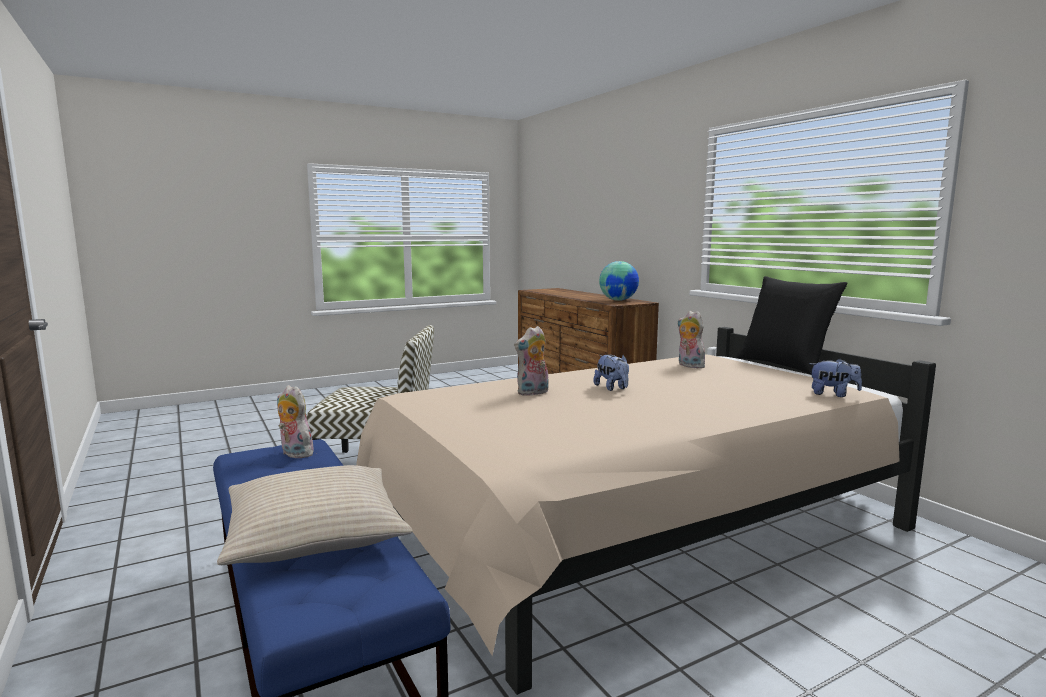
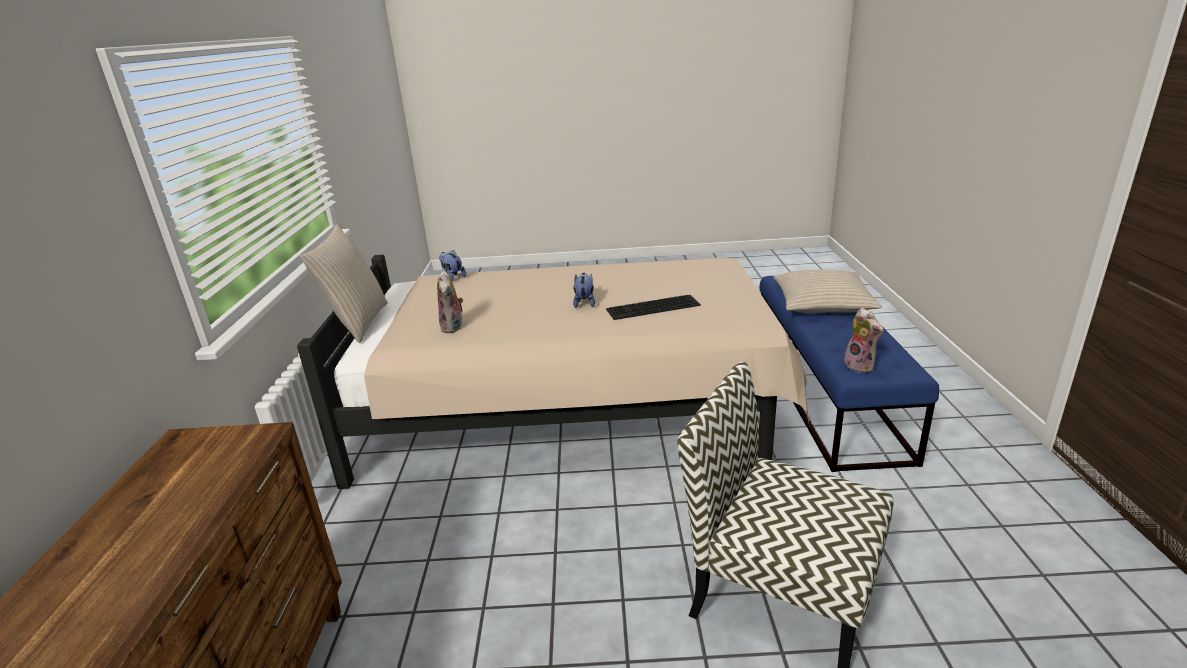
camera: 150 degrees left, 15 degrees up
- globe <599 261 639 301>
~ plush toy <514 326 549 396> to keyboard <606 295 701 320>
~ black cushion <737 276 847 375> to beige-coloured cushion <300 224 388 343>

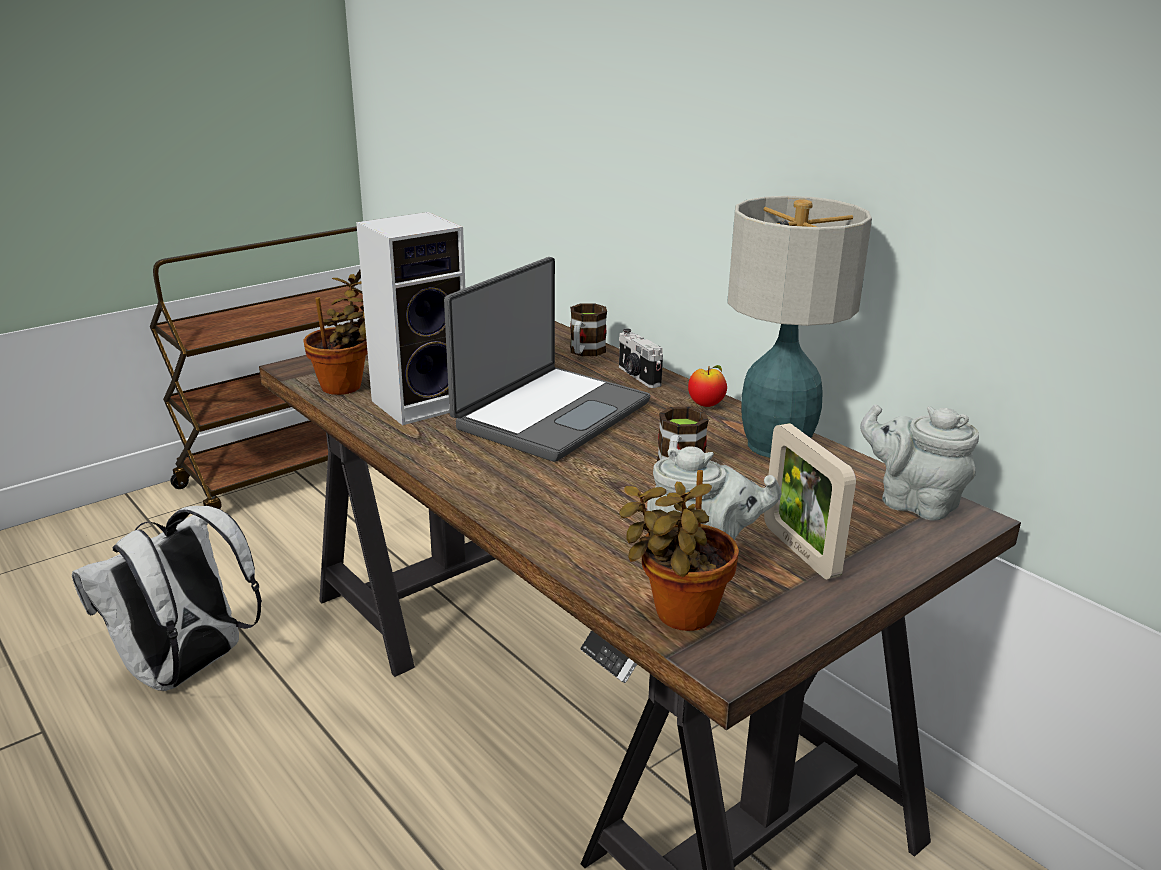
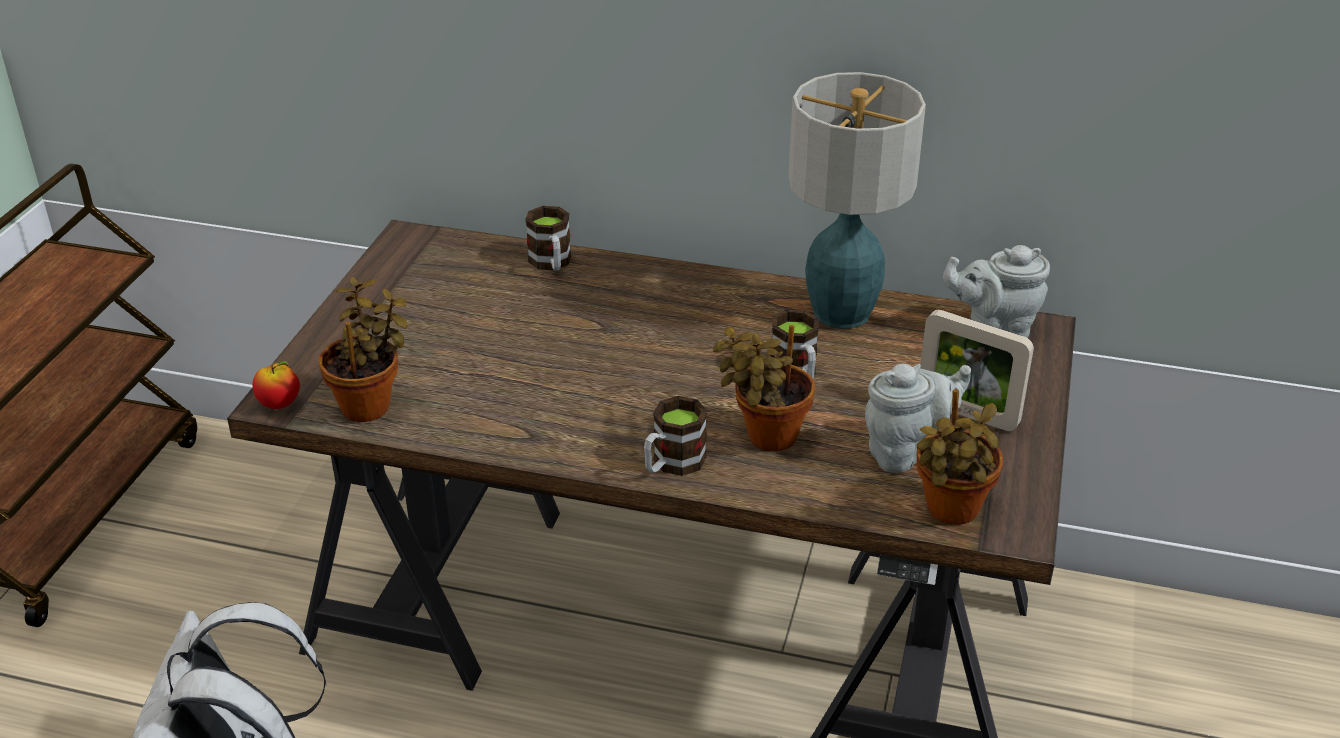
camera: 35 degrees left, 10 degrees up
- loudspeaker <356 212 465 425>
- notebook computer <444 257 650 462>
- photo camera <619 328 663 388>
+ mug <644 396 707 476>
+ plant in a pot <713 325 815 452>
~ apple <688 365 727 407> to <252 361 300 409>

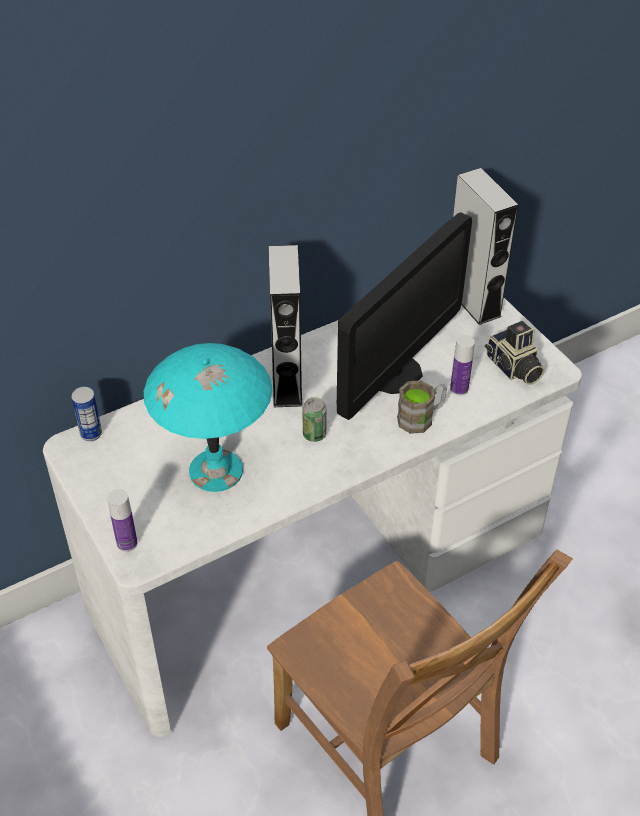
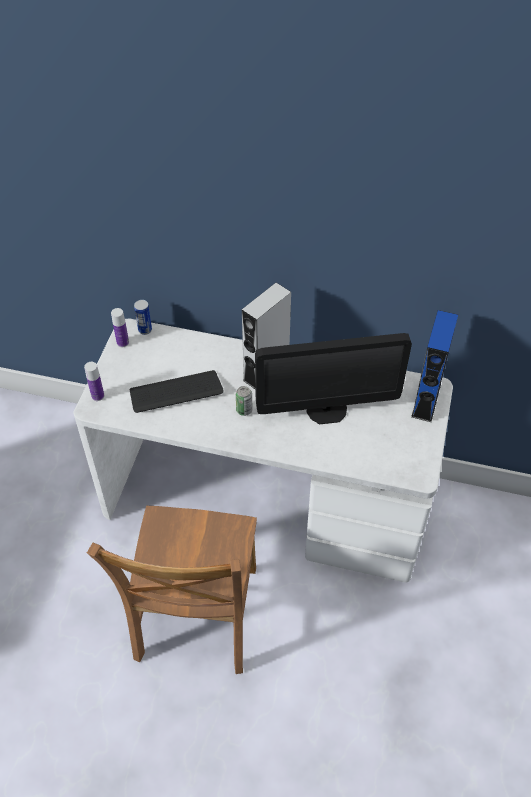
camera: 45 degrees right, 5 degrees up
- brown mug <397 380 447 434>
- photo camera <485 321 545 385>
~ bottle <450 335 475 396> to <111 308 129 347>
~ blue-green tabletop lamp <144 343 272 492> to keyboard <130 370 224 413>
~ grey loudspeaker <453 168 518 325> to blue-coloured loudspeaker <411 310 458 422>

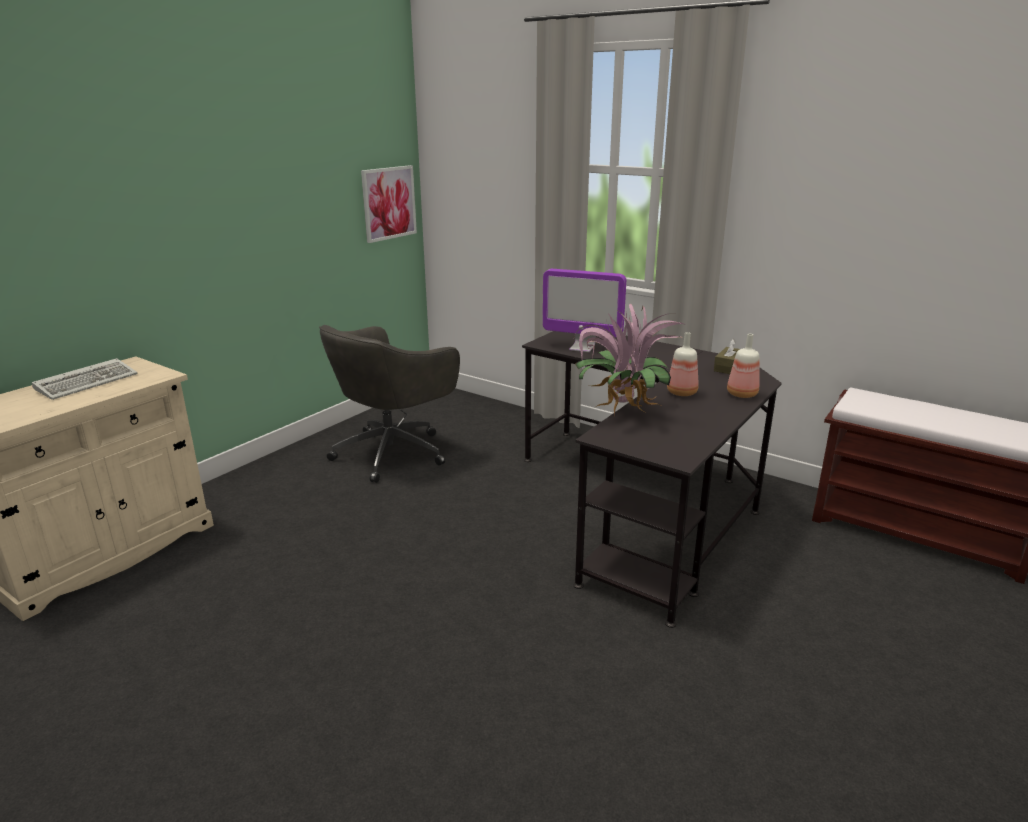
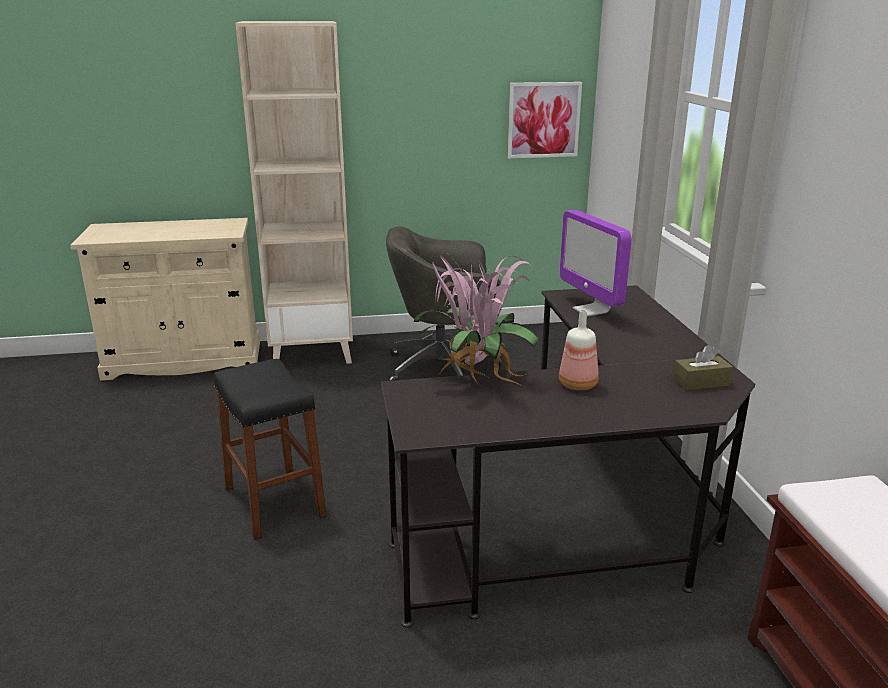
camera: 45 degrees right, 0 degrees up
- keyboard <32 358 137 400>
- bottle <727 334 759 398>
+ black sitting stool <214 359 326 540>
+ beige-coloured shelving unit <235 21 353 364>

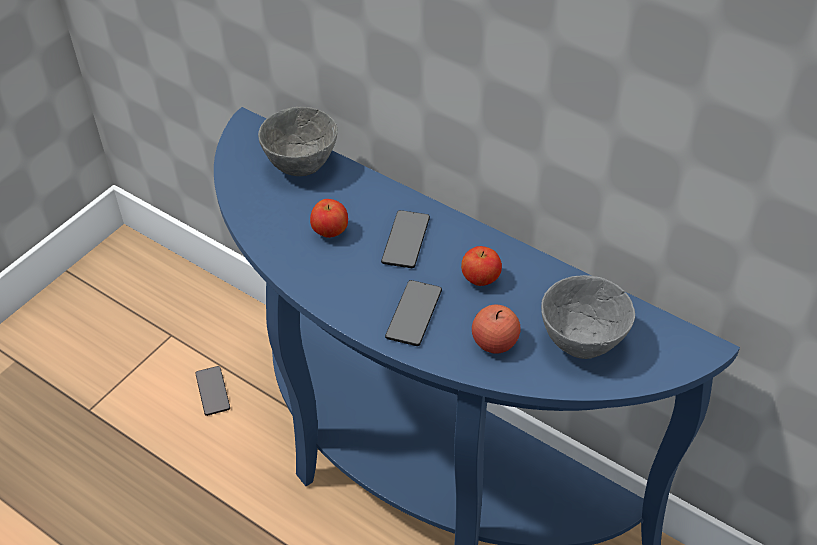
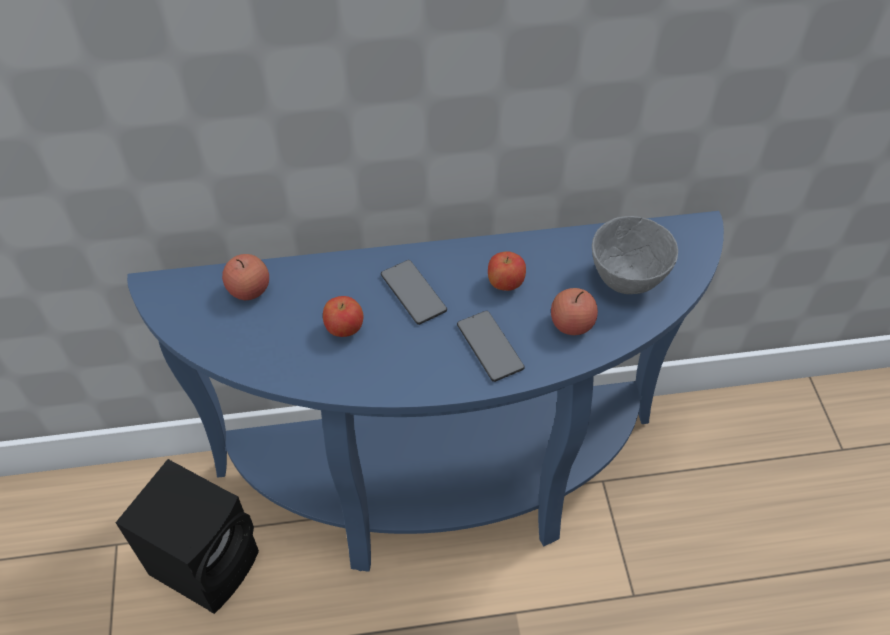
camera: 45 degrees left, 5 degrees up
~ handset <195 366 230 416> to black loudspeaker <116 459 259 614>
~ grey bowl <258 107 338 176> to apple <222 254 269 300>

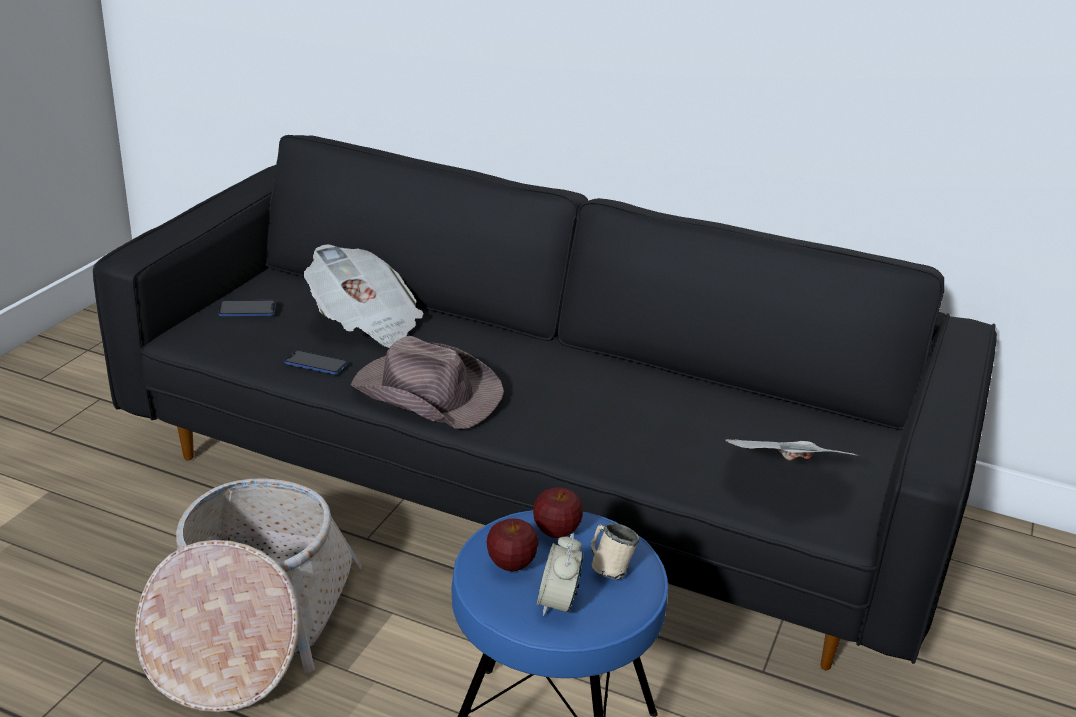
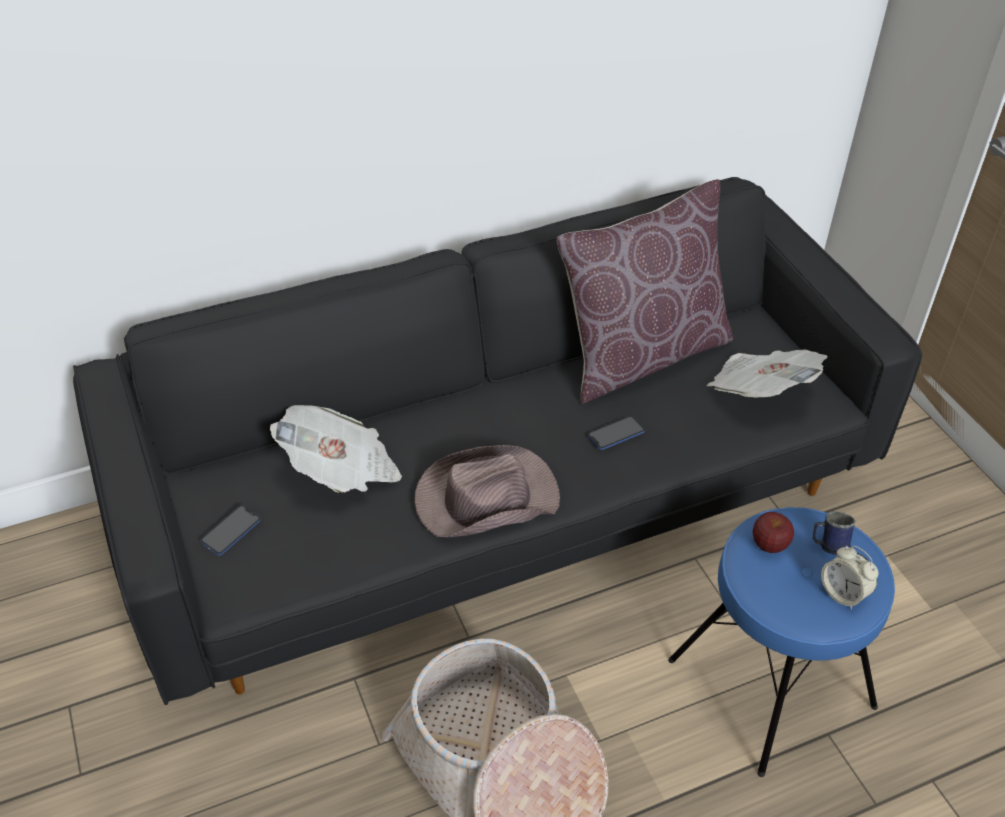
camera: 45 degrees left, 15 degrees up
- apple <486 518 539 571>
+ brown cushion <557 179 733 404>
~ handset <284 350 348 374> to <588 416 645 450>
~ beige-coloured mug <591 523 640 580> to blue-coloured mug <813 512 855 555>

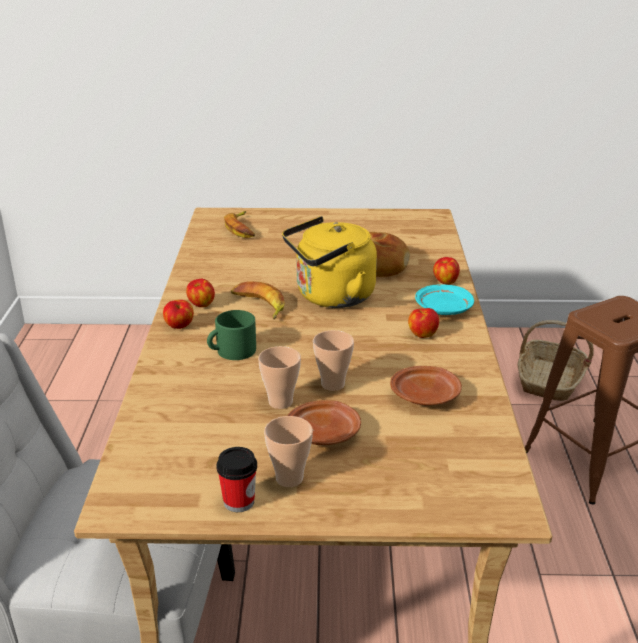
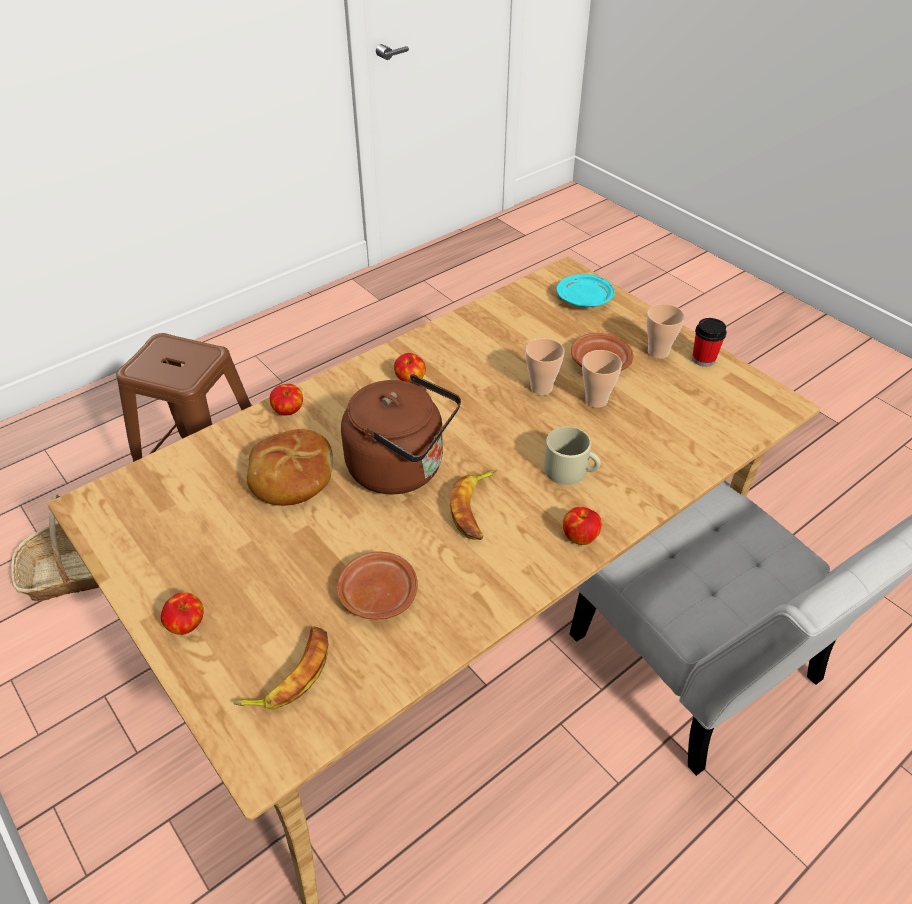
camera: 130 degrees left, 15 degrees up
~ apple <186 279 215 307> to <161 592 204 635>
~ brown plate <390 366 462 406> to <337 551 418 619>
~ blue-green plate <415 284 474 315> to <556 274 615 307>
~ green mug <207 310 256 360> to beige-coloured mug <544 427 601 485>
~ yellow-coloured water kettle <282 216 377 308> to brown water kettle <341 374 461 494>

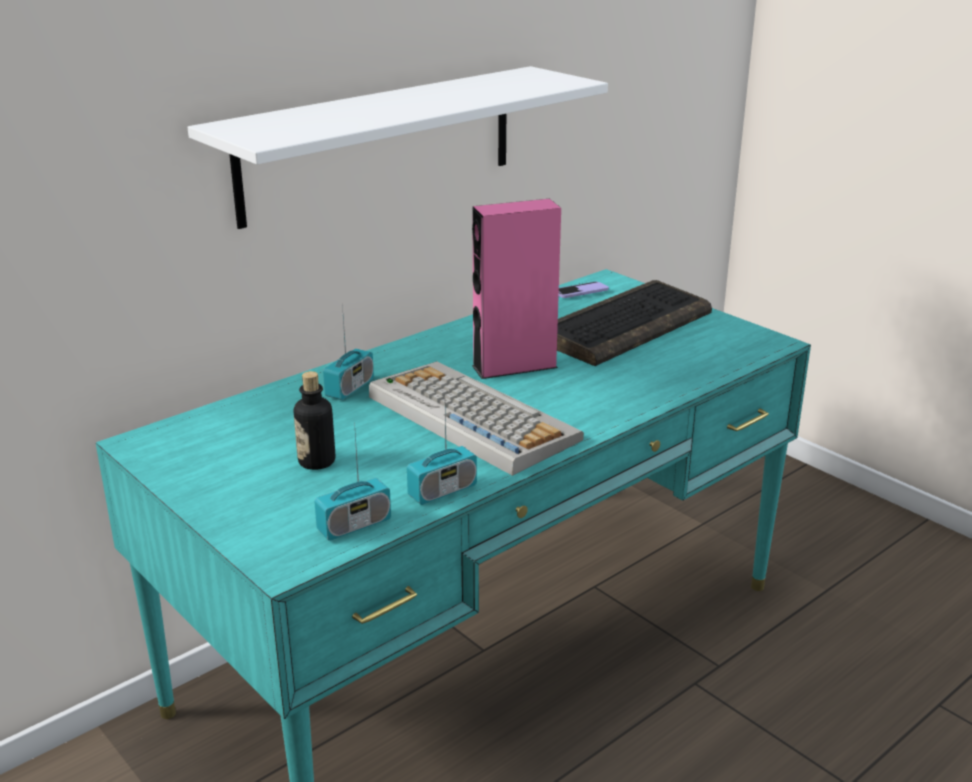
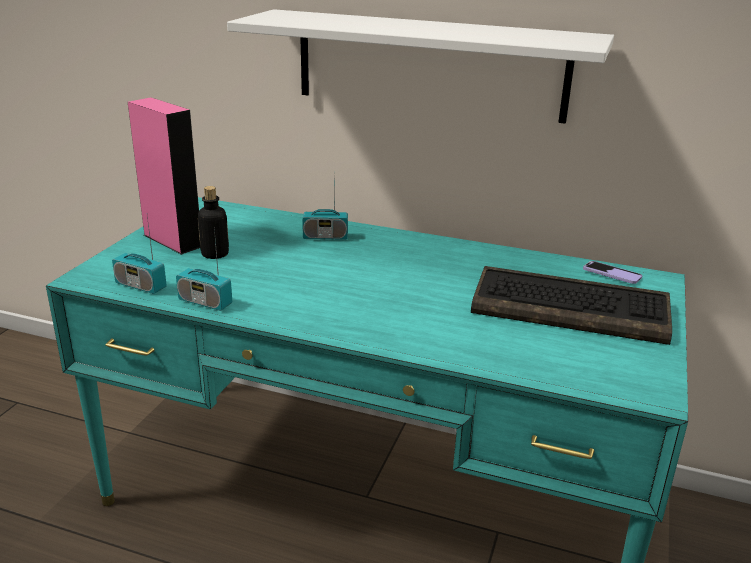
camera: 60 degrees right, 0 degrees up
- keyboard <369 361 584 476>
~ pink-coloured loudspeaker <472 199 561 379> to <128 98 200 255>

